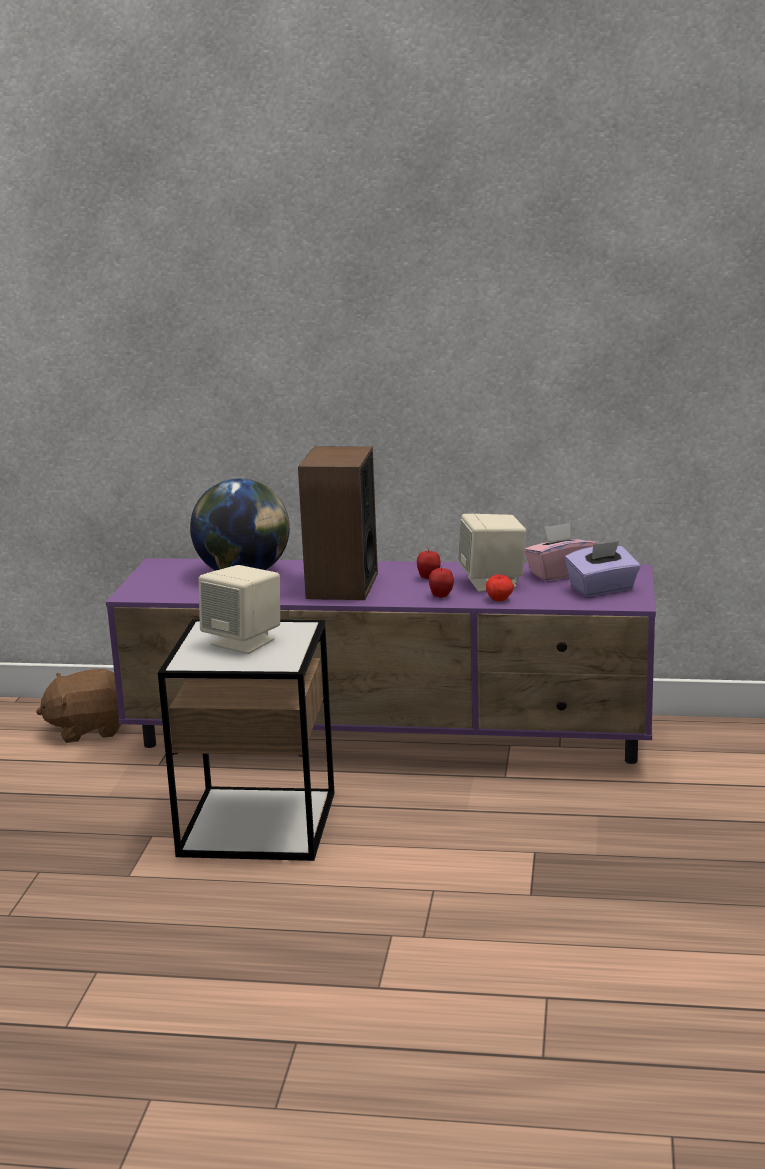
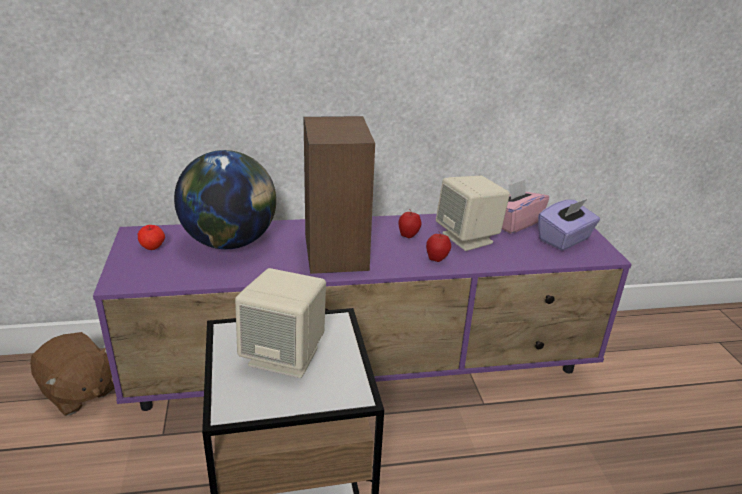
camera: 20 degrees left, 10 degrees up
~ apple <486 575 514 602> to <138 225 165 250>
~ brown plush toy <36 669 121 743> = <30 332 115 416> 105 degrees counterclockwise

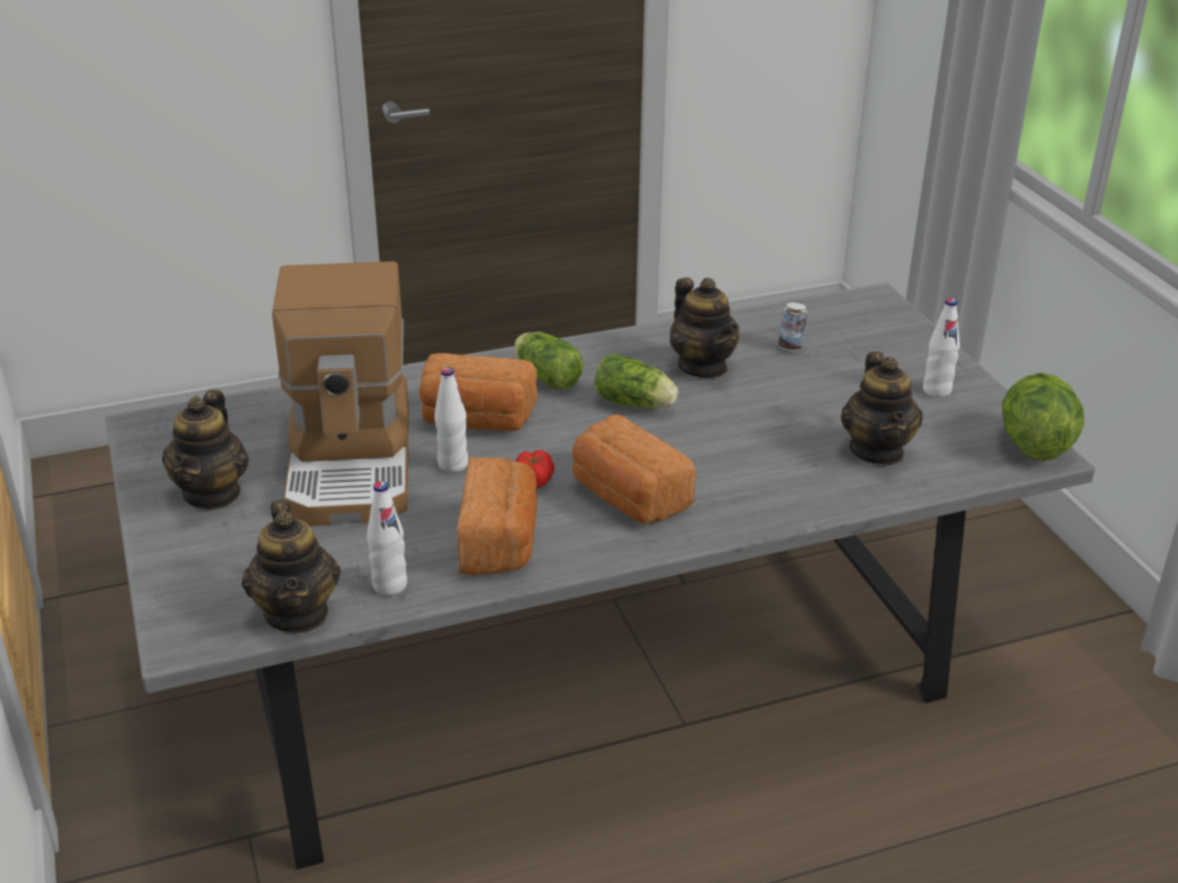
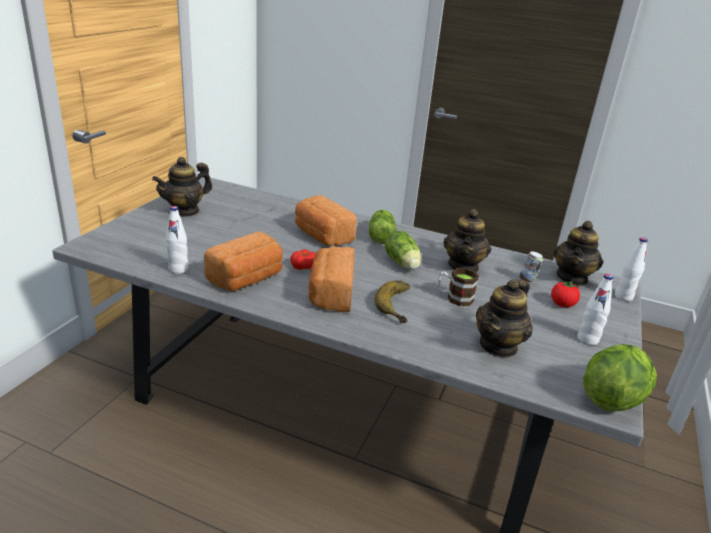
camera: 40 degrees right, 5 degrees down
- coffee machine <272 261 409 526>
+ banana fruit <375 280 410 323>
+ mug <438 268 479 306>
+ tomato <551 280 580 307>
~ teapot <242 499 341 633> to <554 221 603 286>
~ white bottle <435 367 468 472> to <615 237 648 302>

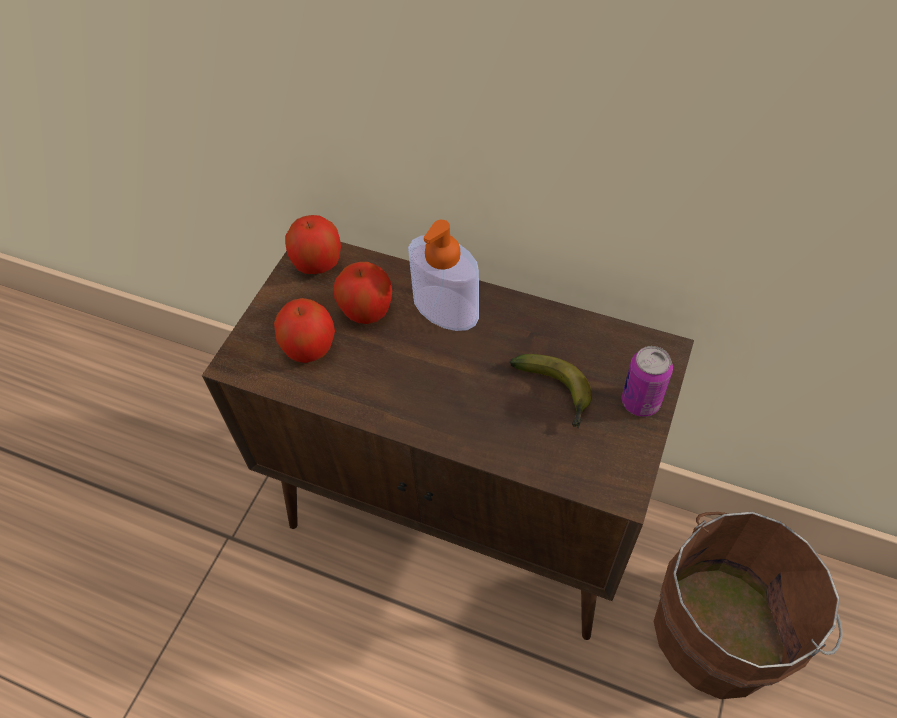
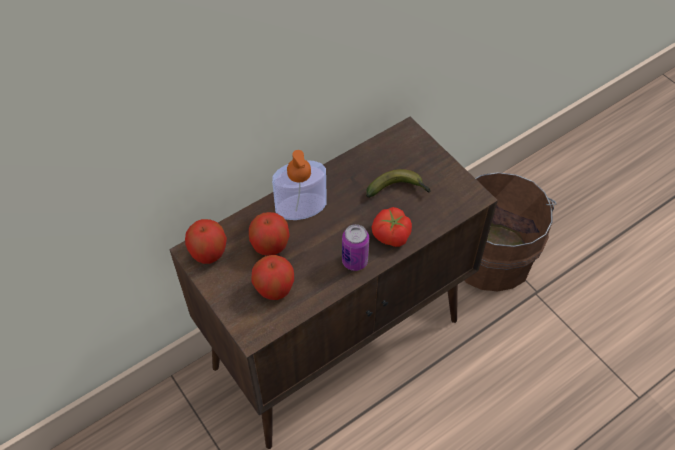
camera: 60 degrees left, 0 degrees up
+ tomato <371 207 412 247>
~ sealed can <622 346 673 417> to <342 224 369 271>

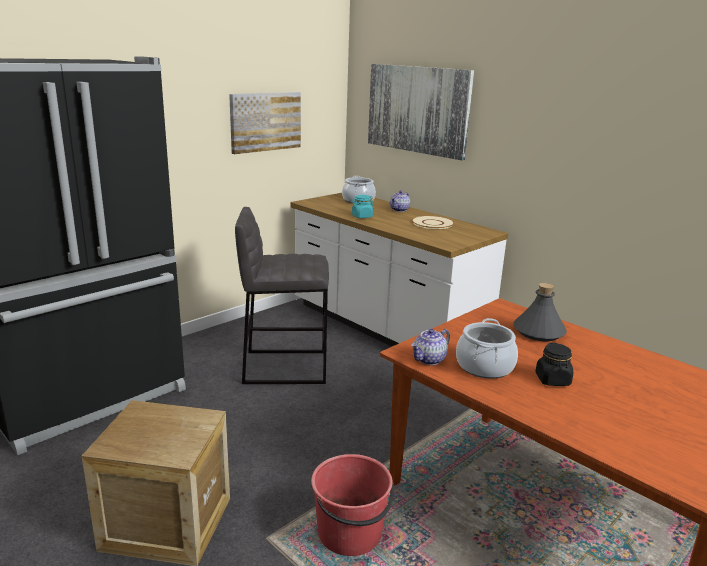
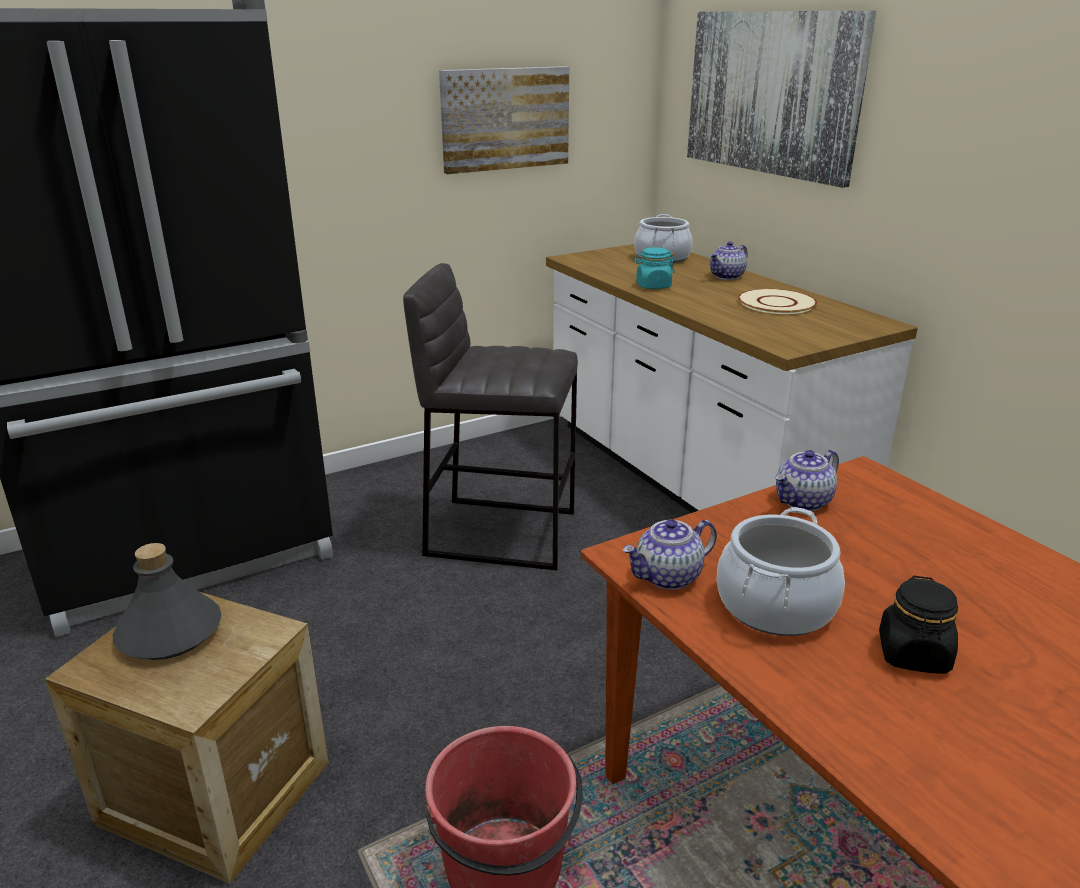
camera: 15 degrees right, 5 degrees up
+ teapot <775 450 839 511>
~ grey bottle <513 283 567 341> to <113 543 222 660>

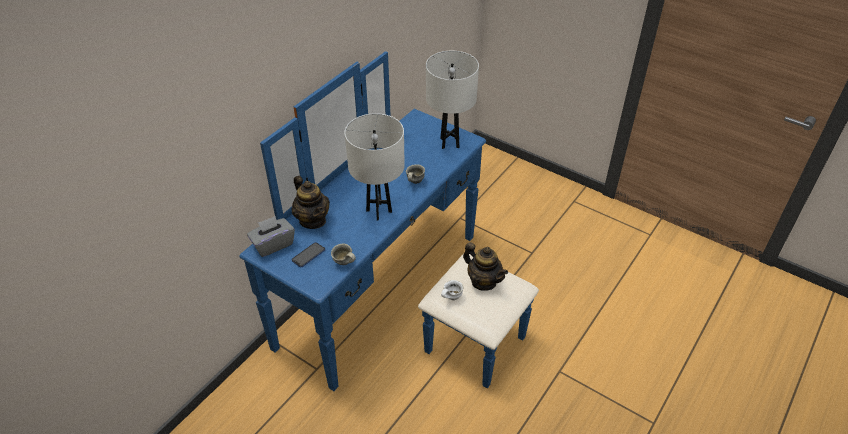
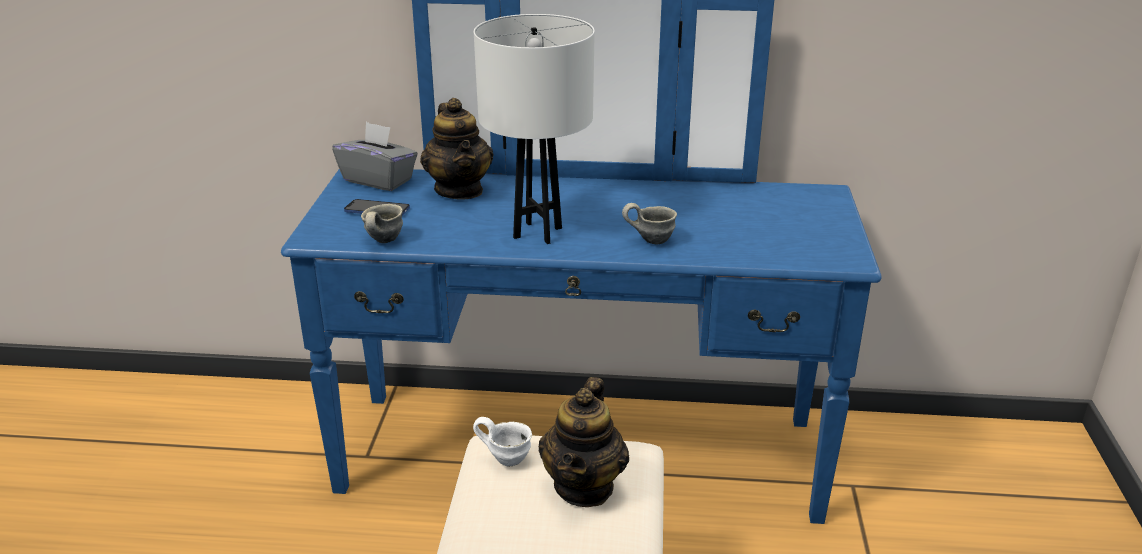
camera: 60 degrees right, 15 degrees down
- white tabletop lamp <426 51 479 149>
~ teapot <292 176 330 229> = <420 98 493 200> 45 degrees counterclockwise

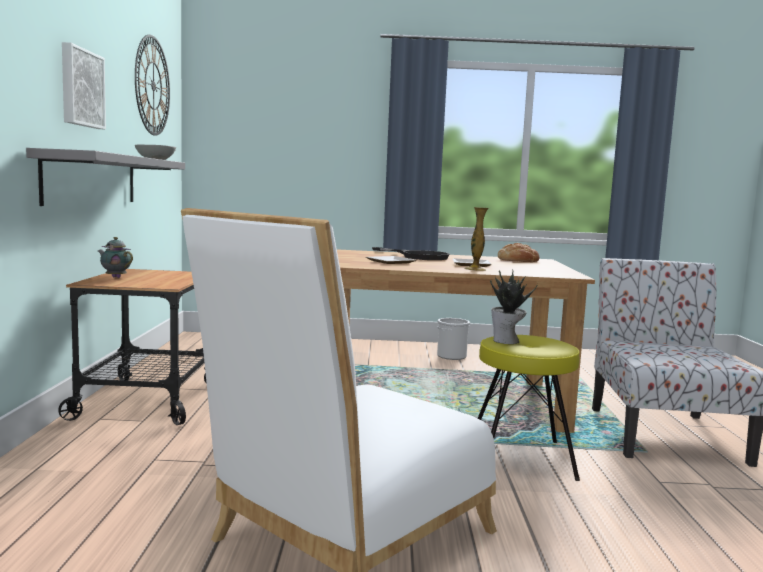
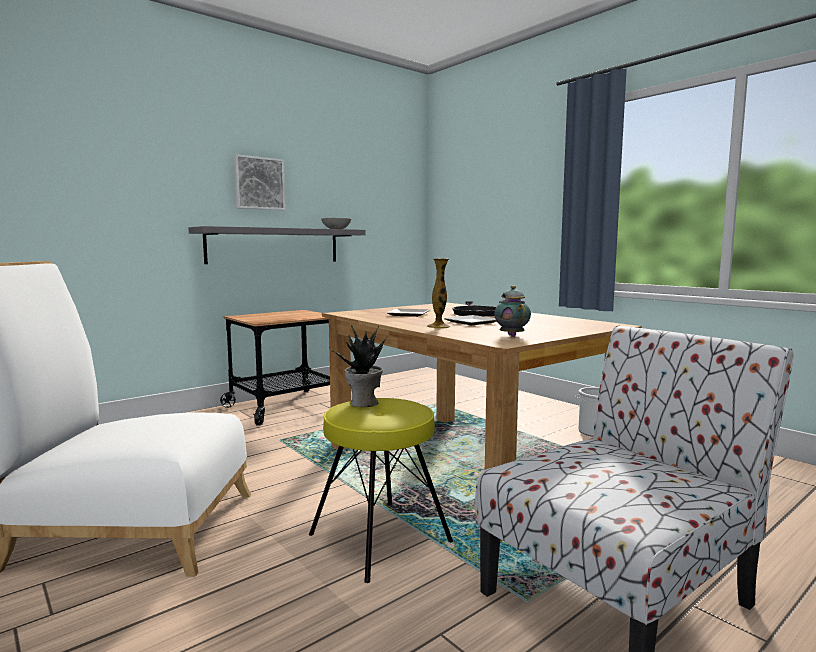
camera: 50 degrees right, 0 degrees up
- wall clock <135 35 170 136>
- baked bread <498 243 540 262>
~ teapot <98 237 133 278> to <494 286 531 337>

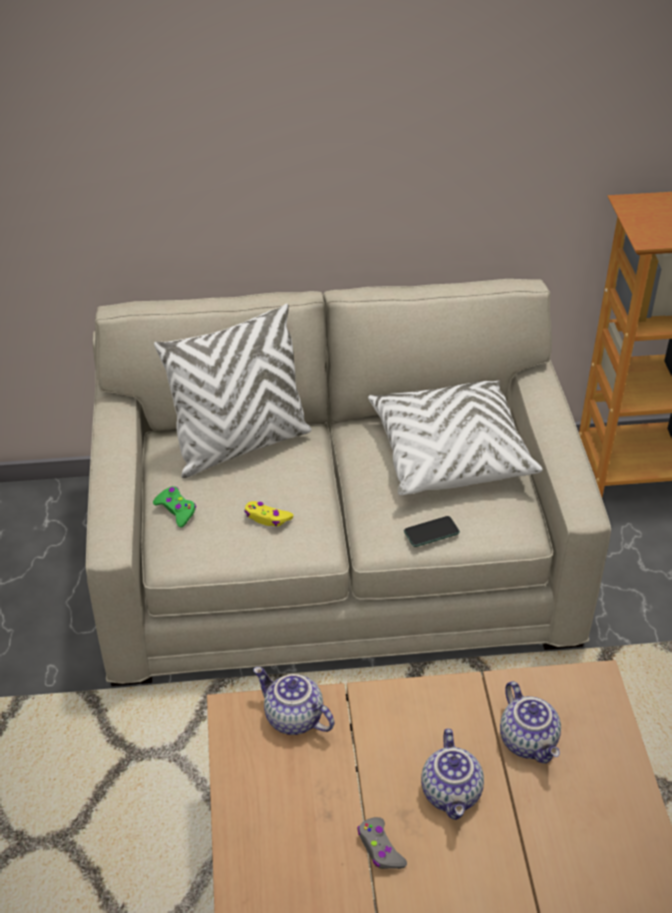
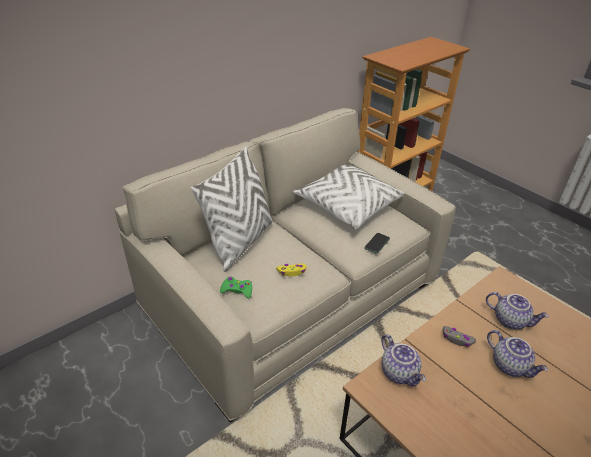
camera: 35 degrees left, 5 degrees down
~ grey game controller <358 817 407 869> to <443 326 476 347>
~ teapot <253 667 334 735> = <381 334 426 387> 120 degrees counterclockwise

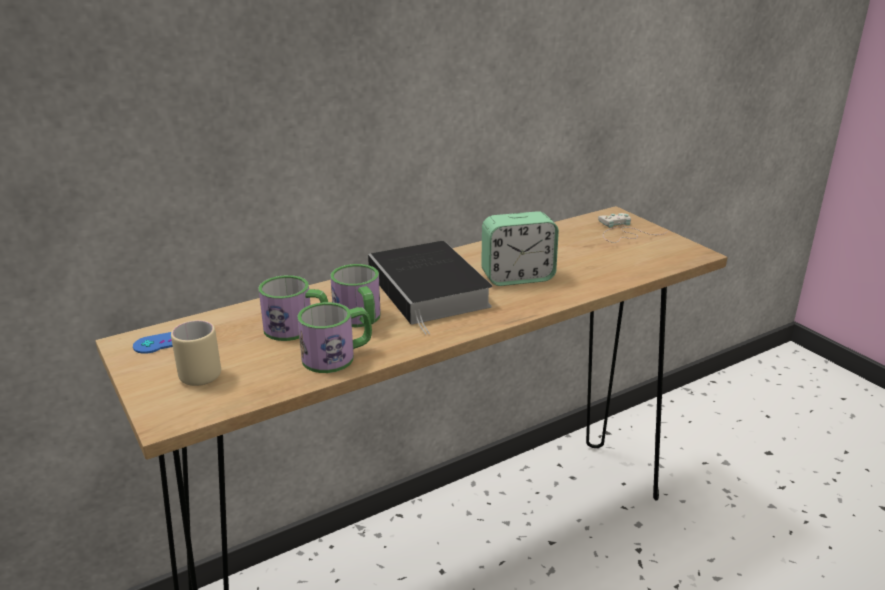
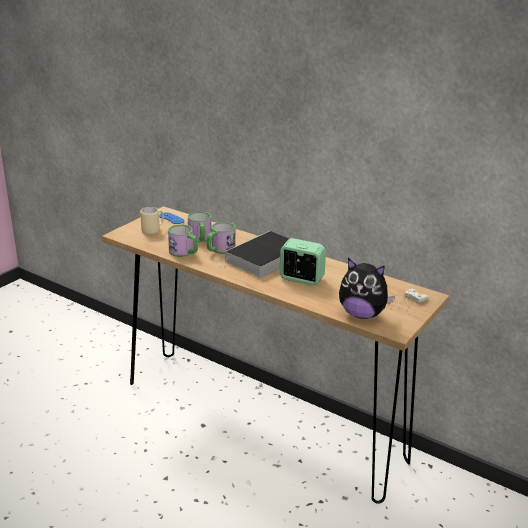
camera: 65 degrees right, 0 degrees up
+ plush toy <339 258 395 319>
~ table clock <481 211 559 286> = <280 238 326 286> 150 degrees clockwise

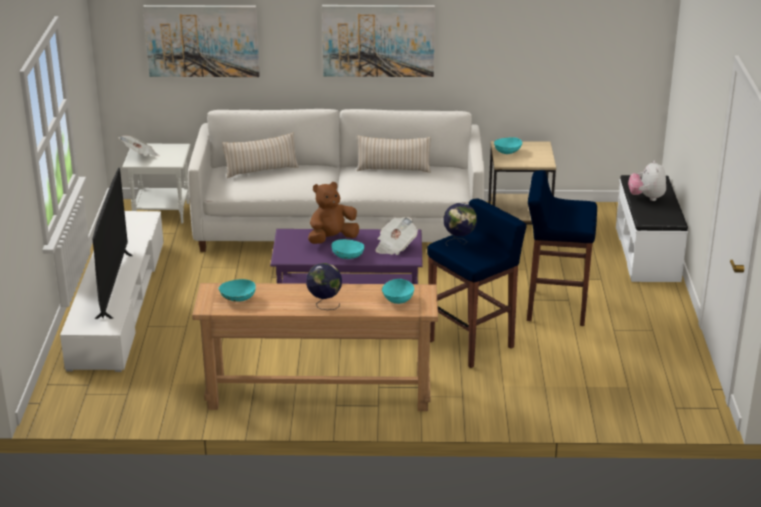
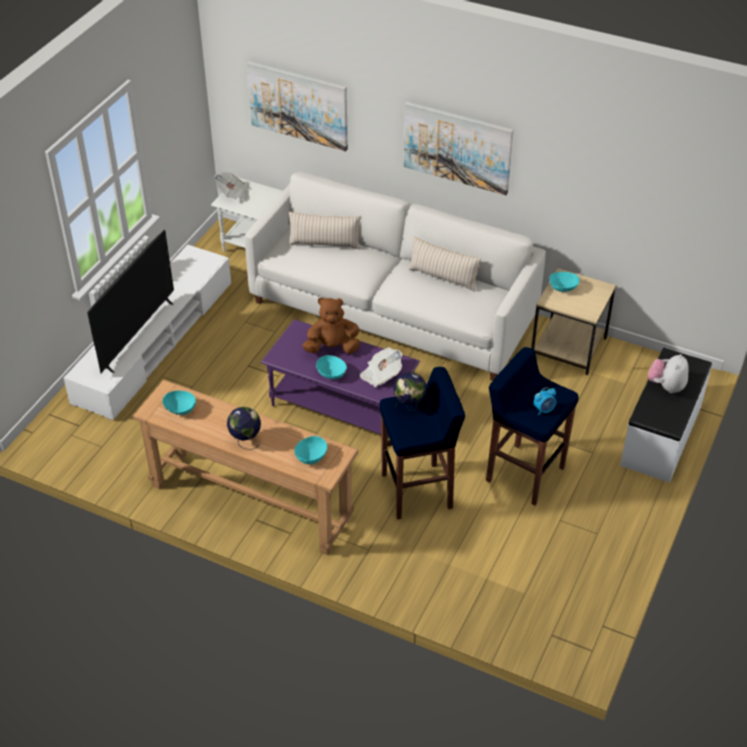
camera: 25 degrees right, 15 degrees up
+ table clock <534 388 556 415>

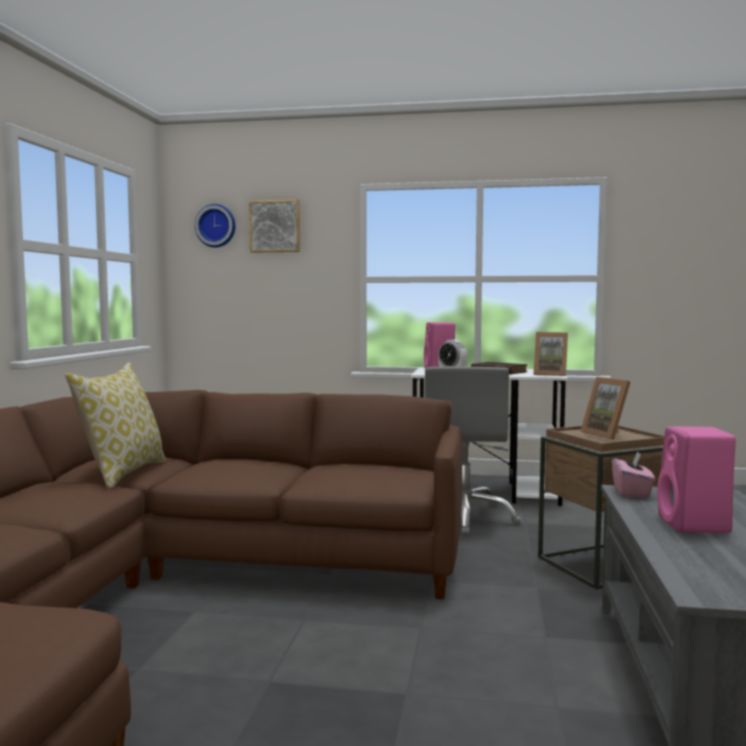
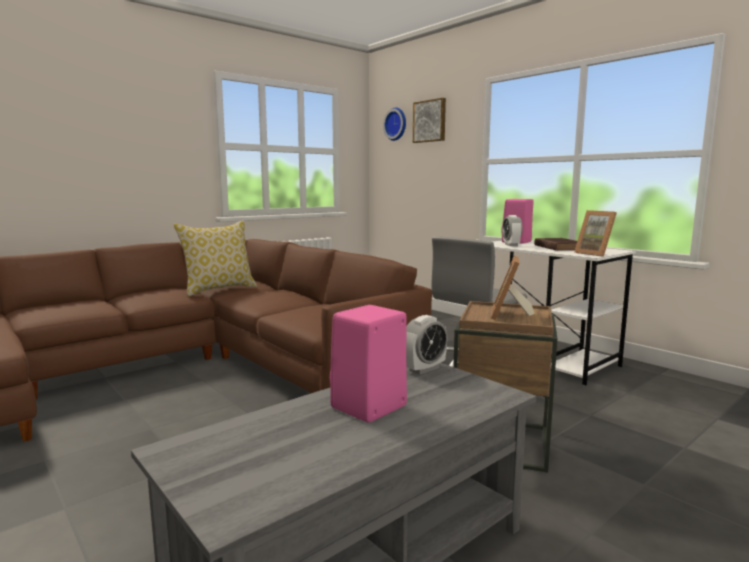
camera: 40 degrees right, 5 degrees up
~ pink-coloured box of tissues <612 451 655 498> to table clock <406 315 448 375>

